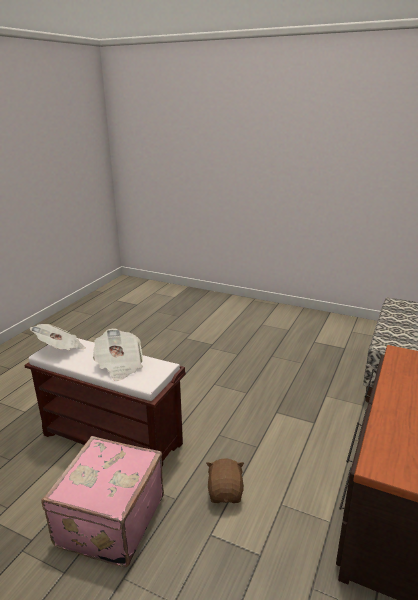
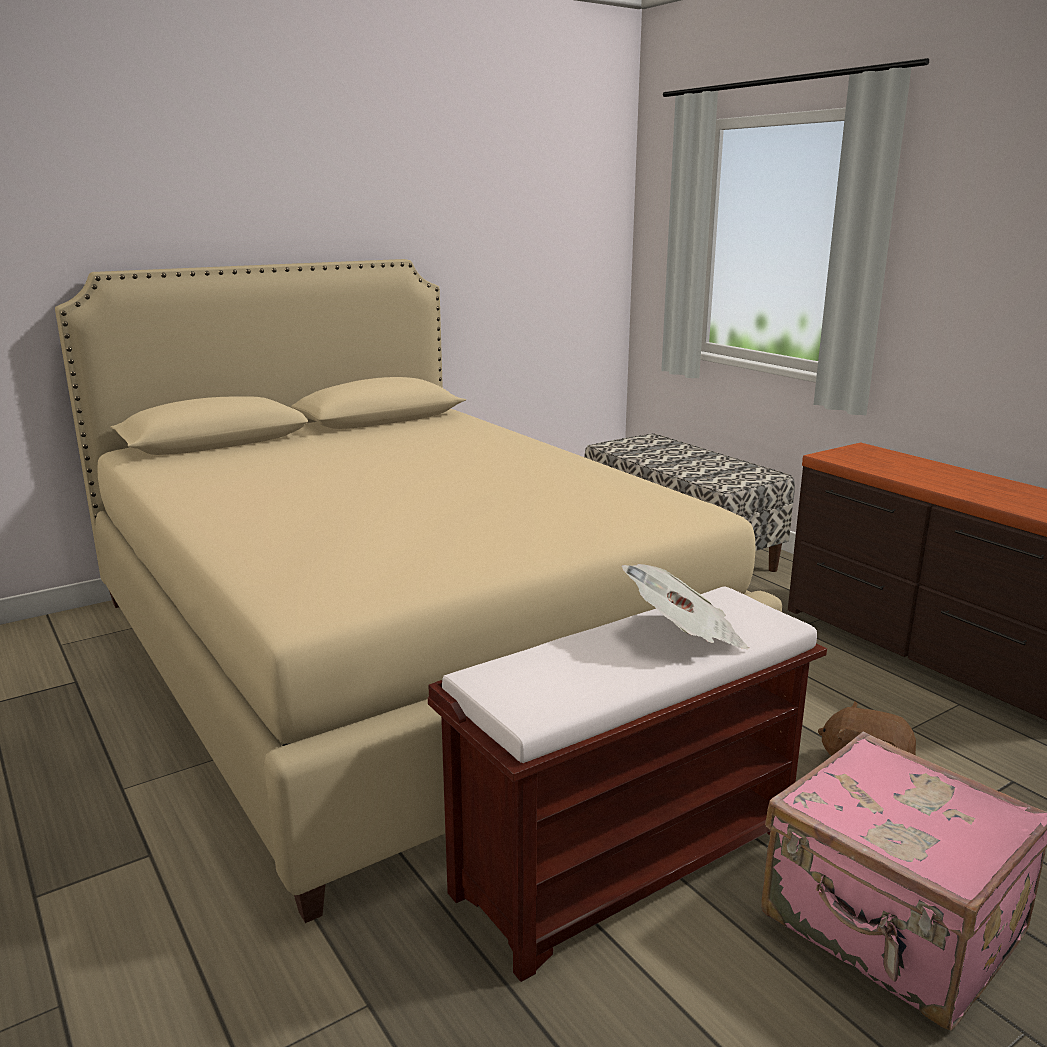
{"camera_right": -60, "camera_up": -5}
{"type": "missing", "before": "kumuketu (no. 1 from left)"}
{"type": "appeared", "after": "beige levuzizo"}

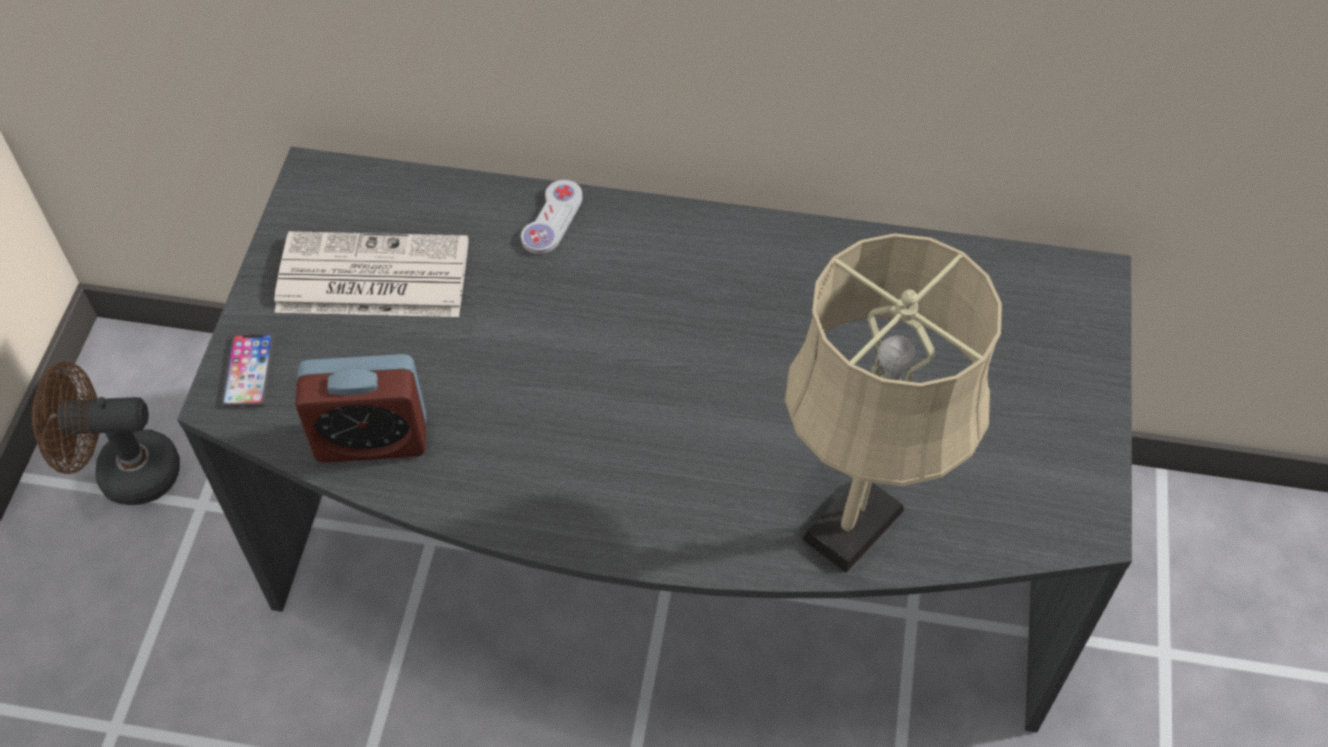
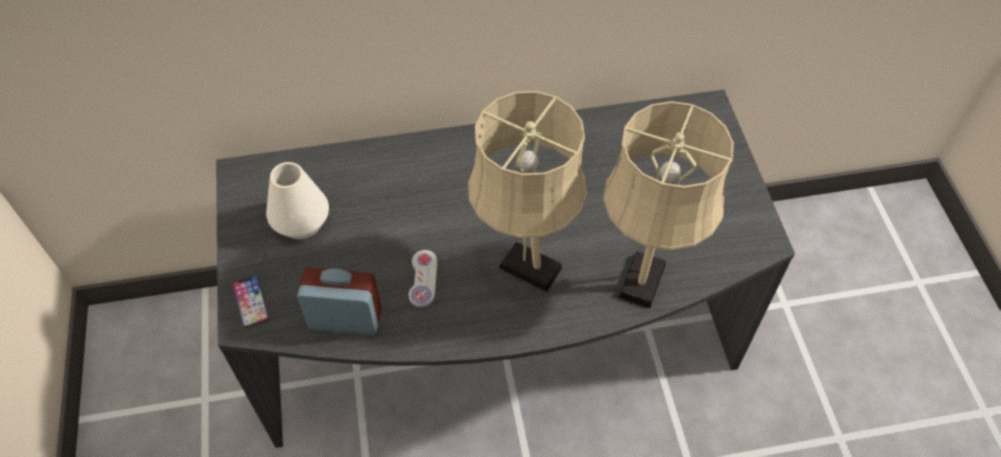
{"camera_right": -20, "camera_up": 0}
{"type": "missing", "before": "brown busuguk"}
{"type": "appeared", "after": "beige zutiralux (no. 1 from left)"}
{"type": "relocated", "before": "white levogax"}
{"type": "exchanged", "before": "kumuketu", "after": "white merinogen"}
{"type": "spun", "before": "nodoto", "turn": -150}

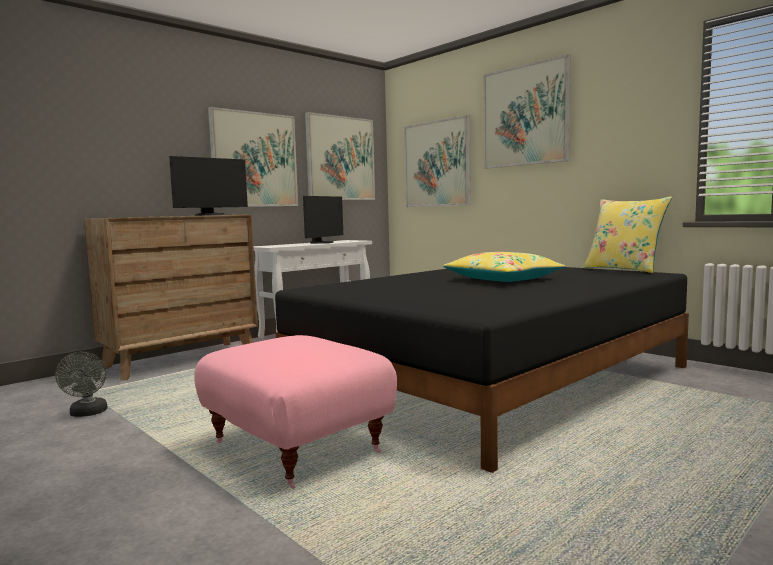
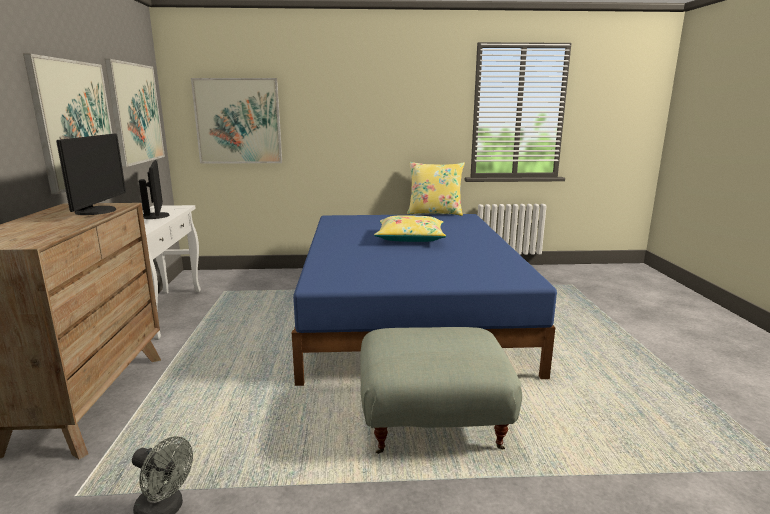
{"camera_right": -50, "camera_up": 10}
{"type": "missing", "before": "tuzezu (no. 4 from left)"}
{"type": "colour", "before": "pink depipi", "after": "grey depipi"}
{"type": "colour", "before": "black levuzizo", "after": "blue levuzizo"}

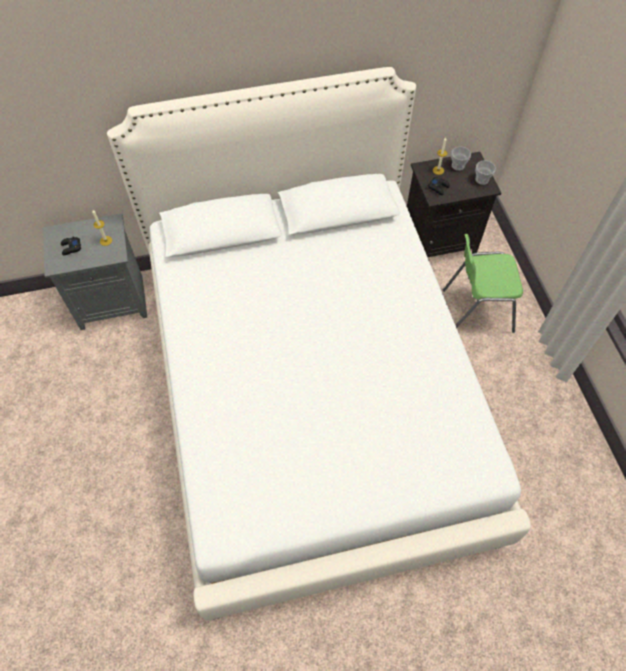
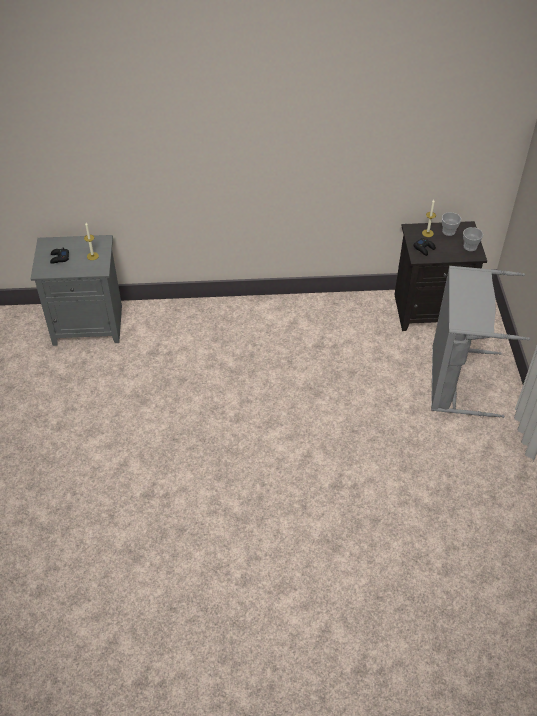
{"camera_right": 10, "camera_up": -10}
{"type": "missing", "before": "white levuzizo"}
{"type": "exchanged", "before": "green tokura", "after": "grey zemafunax"}

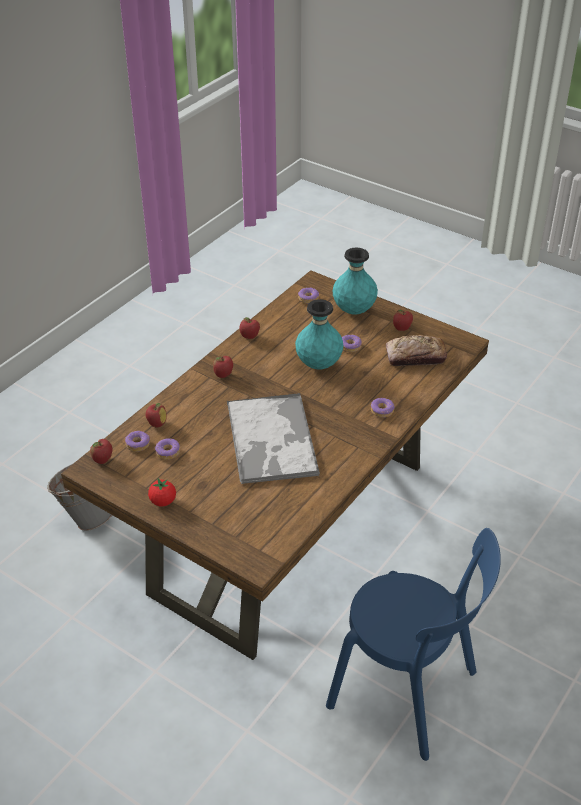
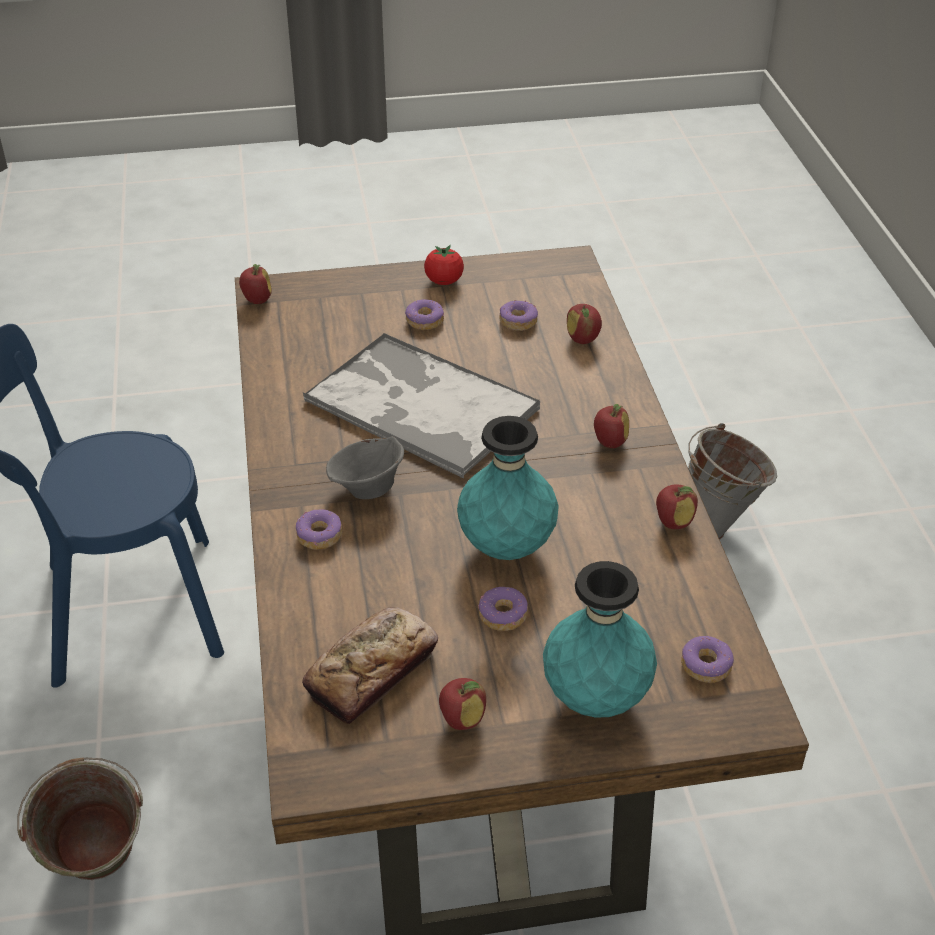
{"camera_right": 135, "camera_up": 0}
{"type": "appeared", "after": "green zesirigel"}
{"type": "appeared", "after": "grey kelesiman"}
{"type": "relocated", "before": "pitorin (no. 1 from left)"}
{"type": "relocated", "before": "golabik (no. 1 from left in the first image)", "after": "golabik (no. 2 from left)"}

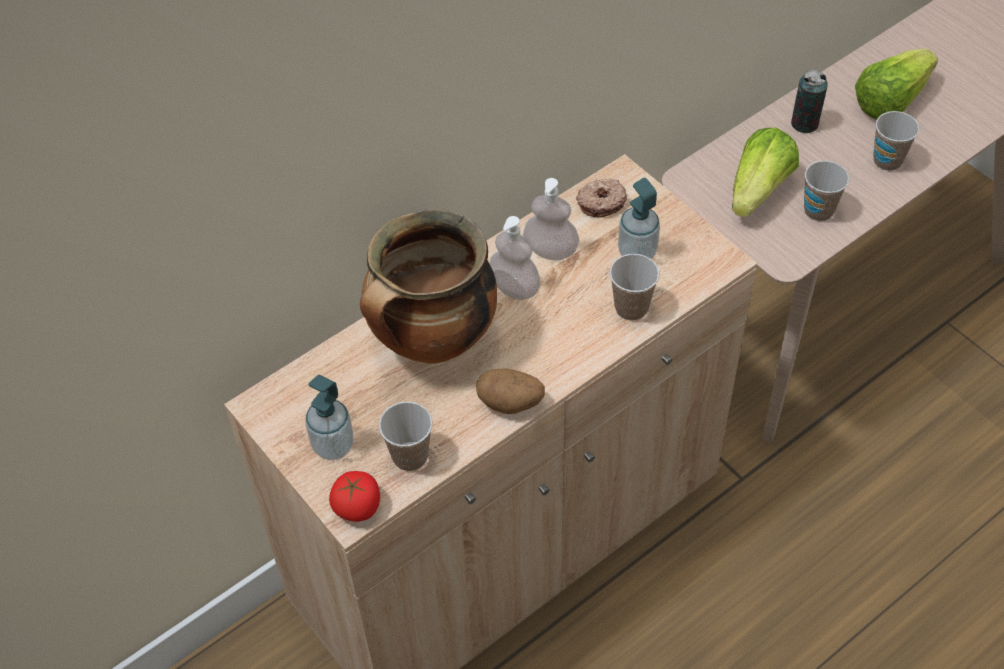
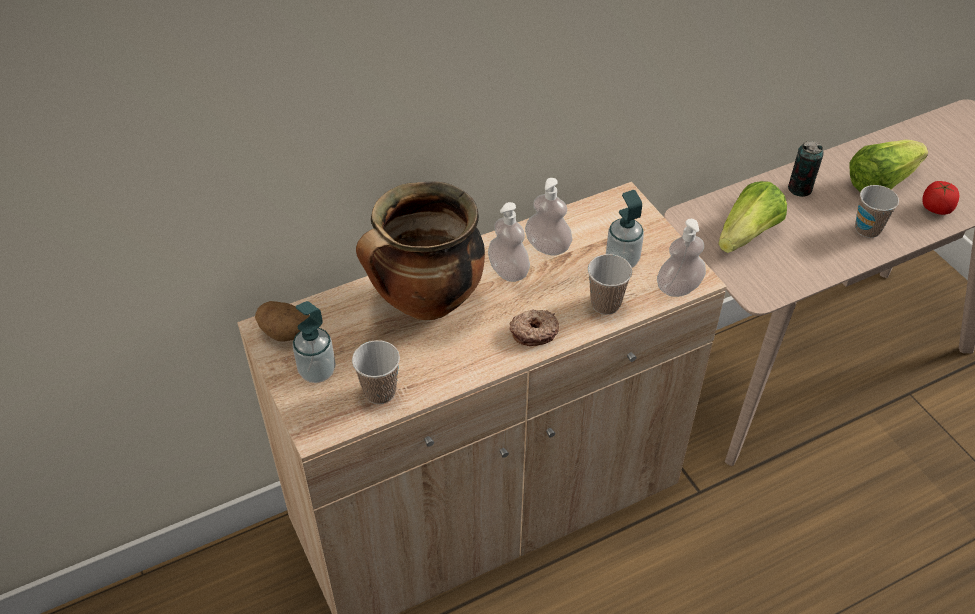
{"camera_right": 10, "camera_up": -5}
{"type": "missing", "before": "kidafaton (no. 3 from left)"}
{"type": "appeared", "after": "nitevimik (no. 5 from left)"}
{"type": "relocated", "before": "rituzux"}
{"type": "relocated", "before": "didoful"}
{"type": "relocated", "before": "golabik"}

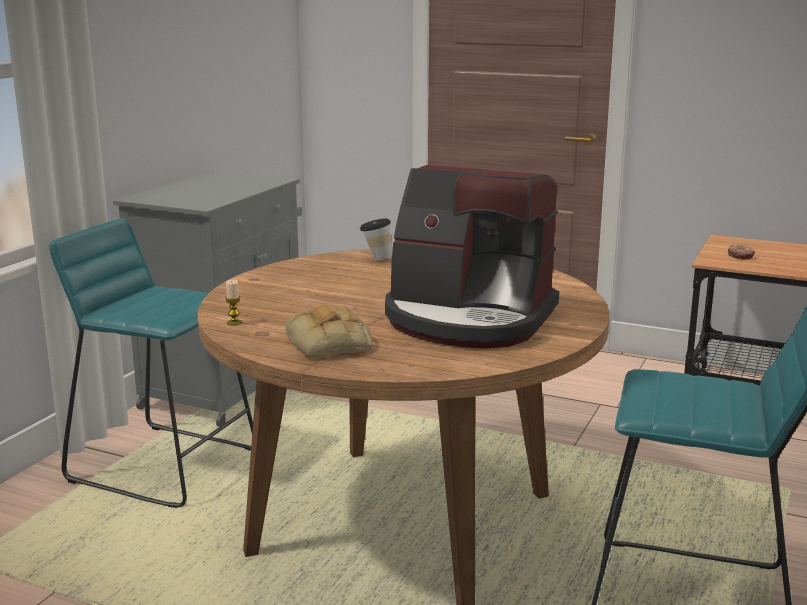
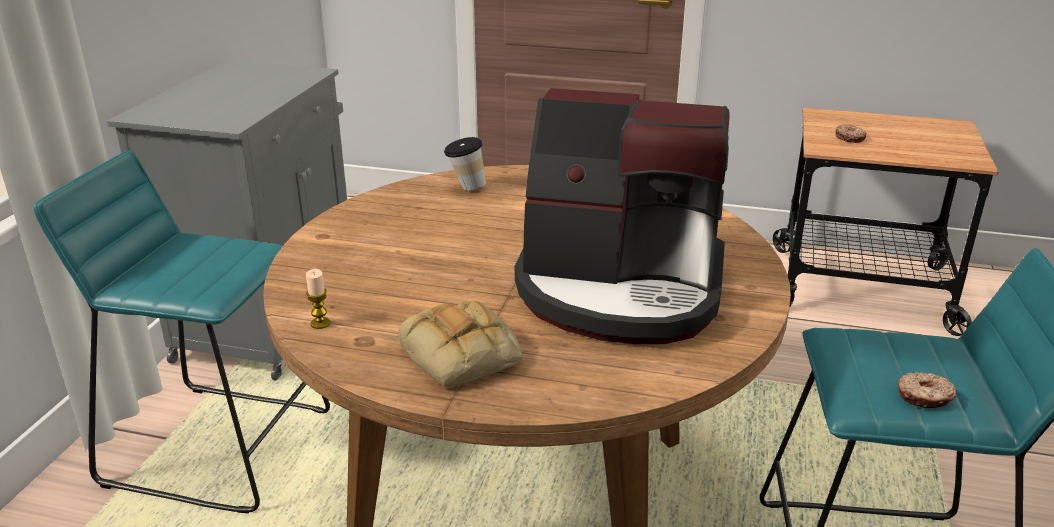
{"camera_right": -10, "camera_up": 10}
{"type": "appeared", "after": "golabik (no. 2 from left)"}

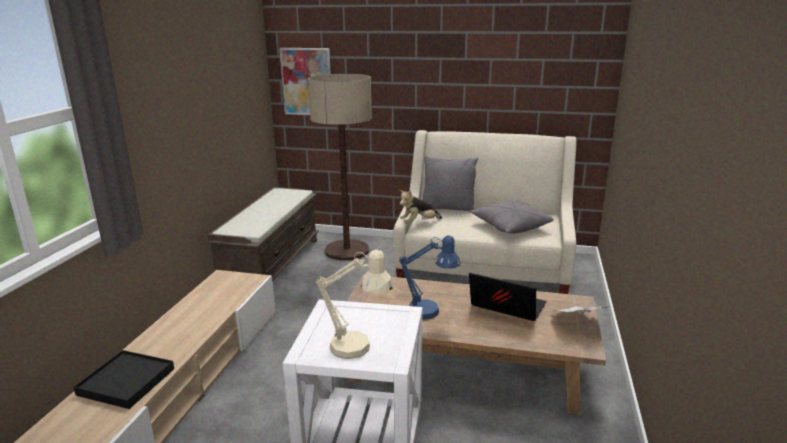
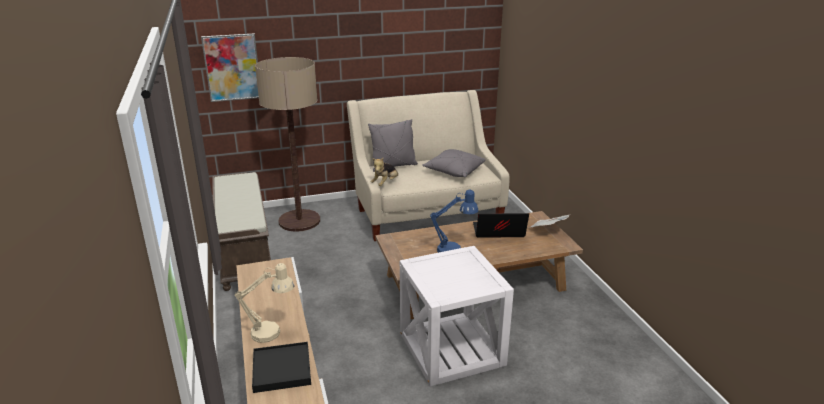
{"camera_right": -30, "camera_up": 5}
{"type": "relocated", "before": "beige zutiralux"}

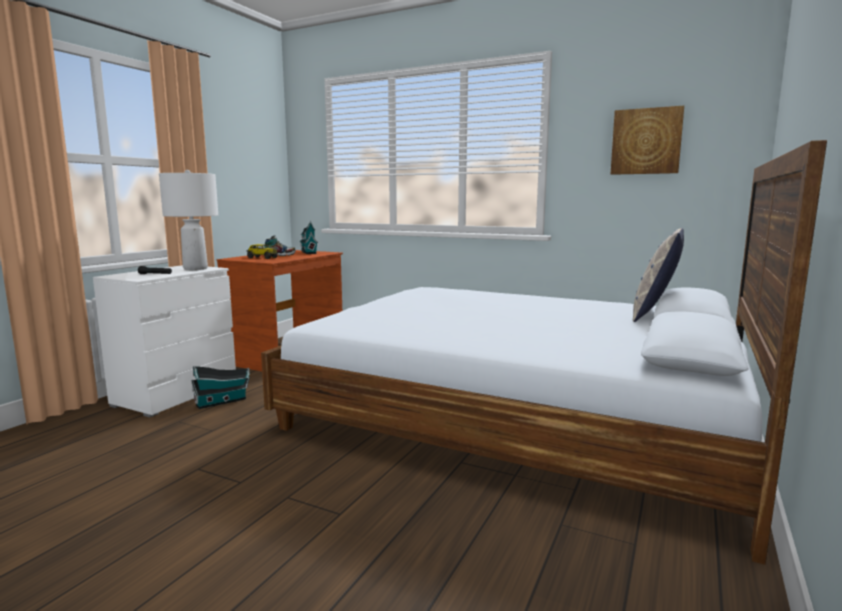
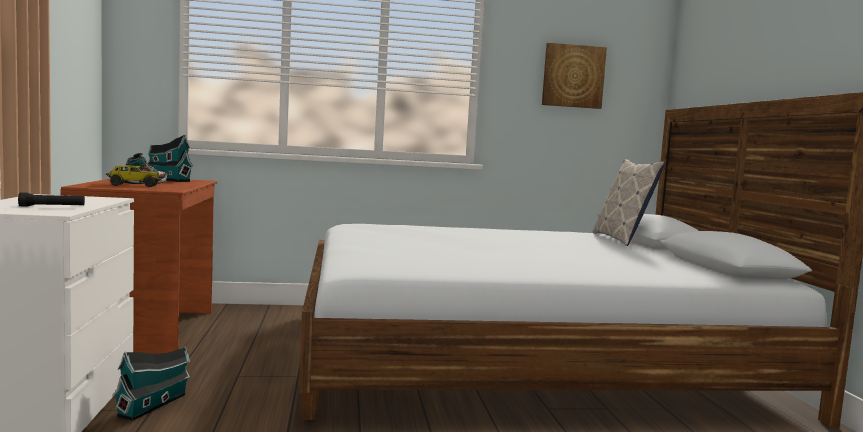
{"camera_right": -35, "camera_up": -5}
{"type": "missing", "before": "white zutiralux"}

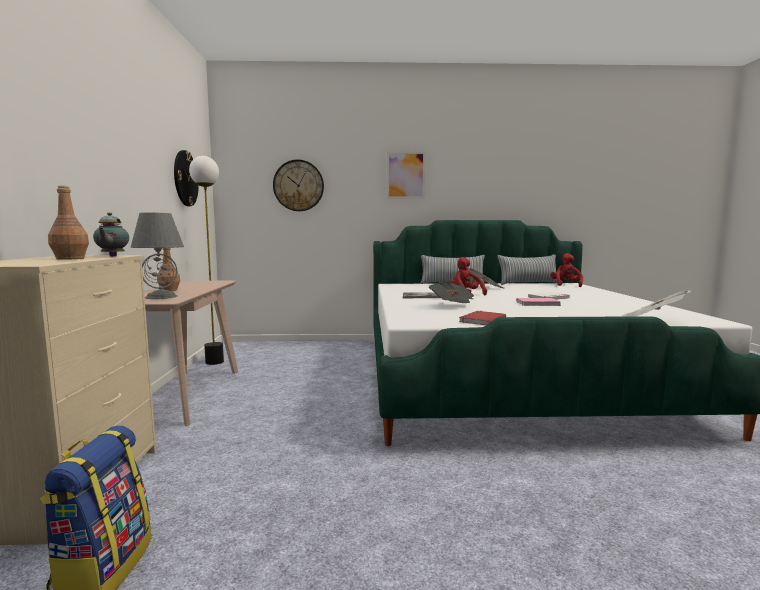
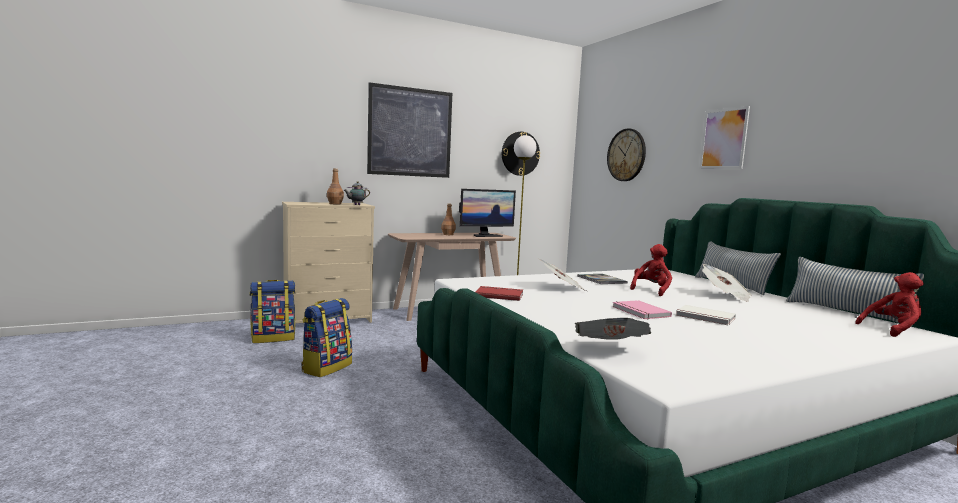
{"camera_right": 65, "camera_up": 0}
{"type": "missing", "before": "grey zutiralux"}
{"type": "appeared", "after": "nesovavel (no. 2 from left)"}
{"type": "appeared", "after": "tuzezu (no. 1 from left)"}
{"type": "appeared", "after": "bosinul"}

